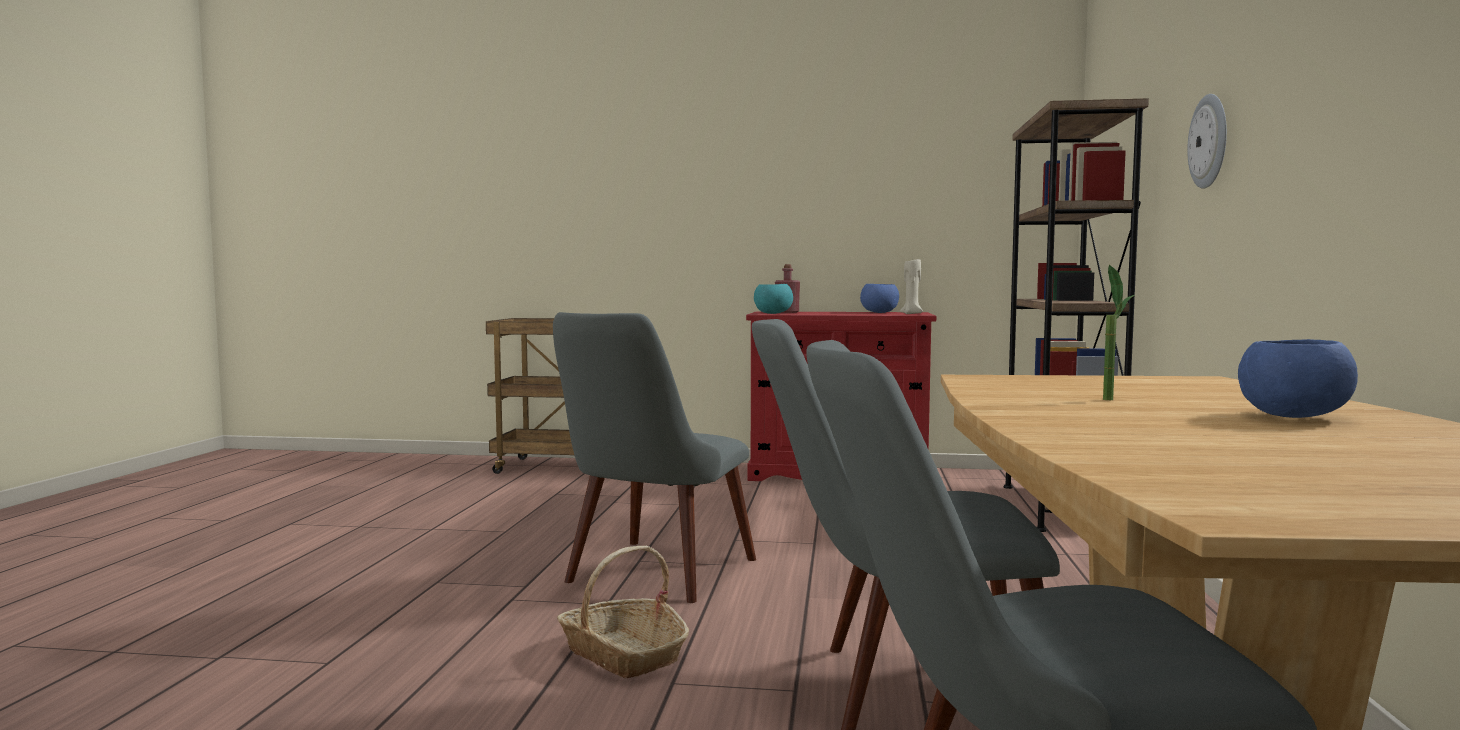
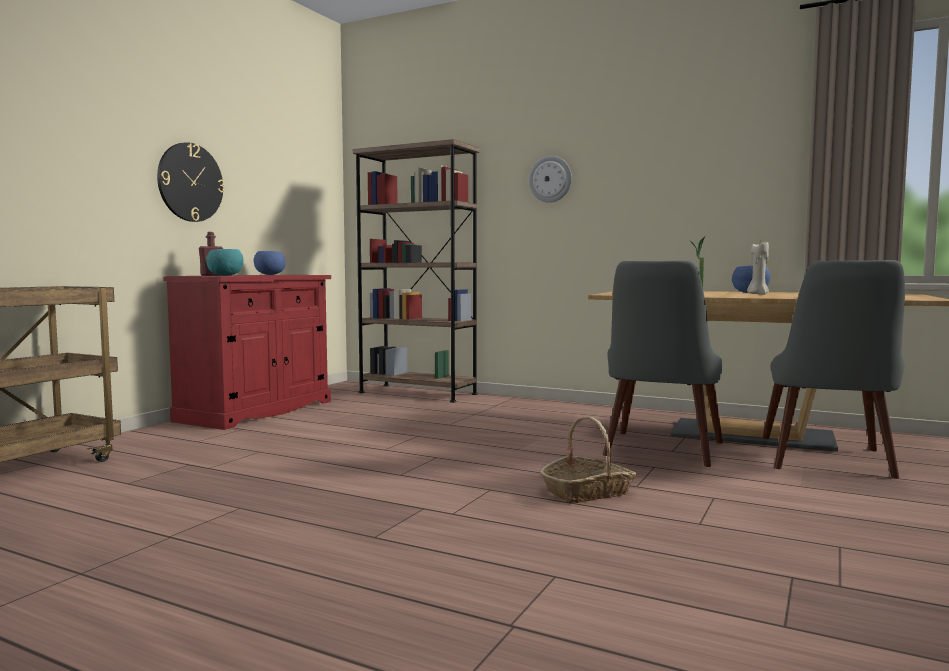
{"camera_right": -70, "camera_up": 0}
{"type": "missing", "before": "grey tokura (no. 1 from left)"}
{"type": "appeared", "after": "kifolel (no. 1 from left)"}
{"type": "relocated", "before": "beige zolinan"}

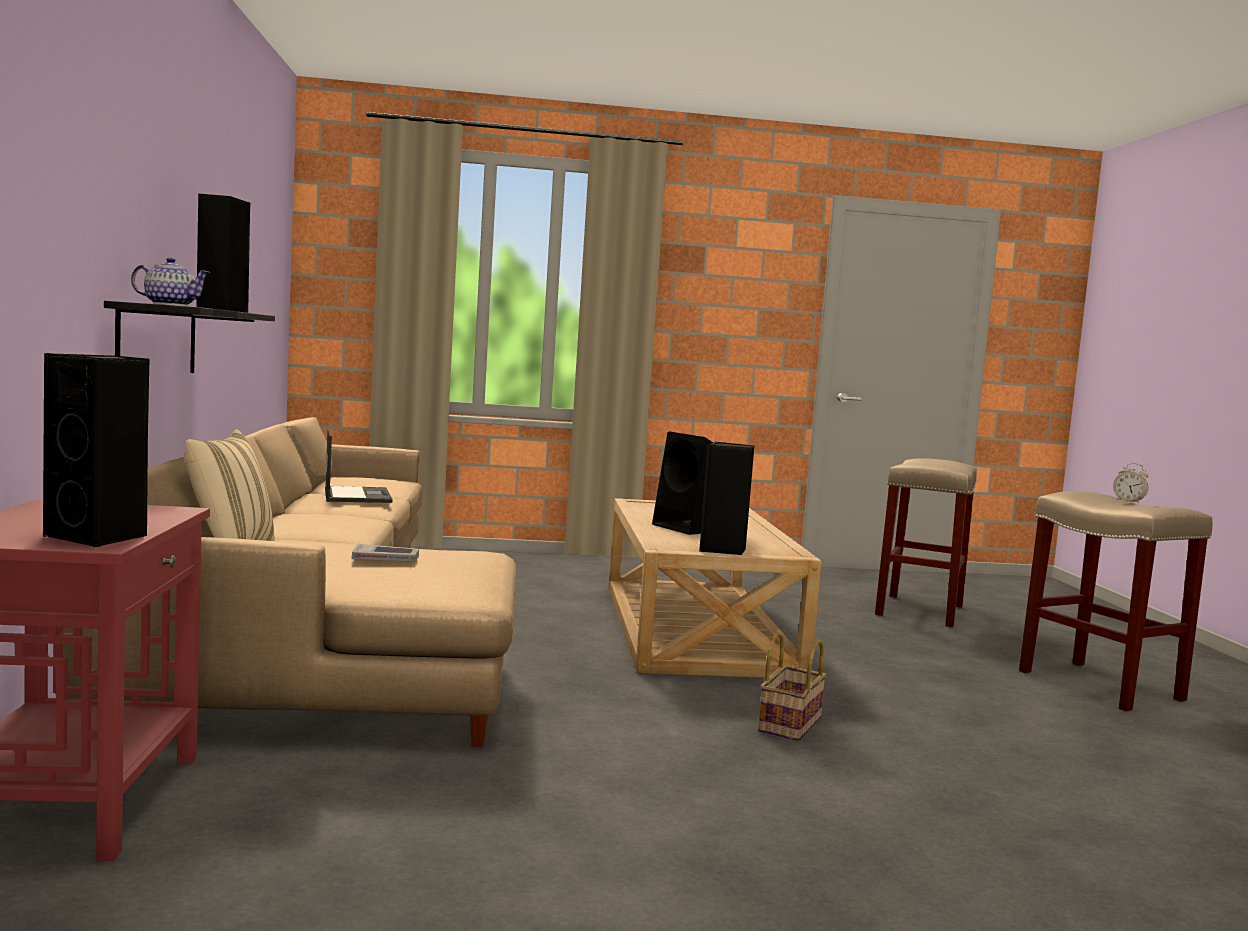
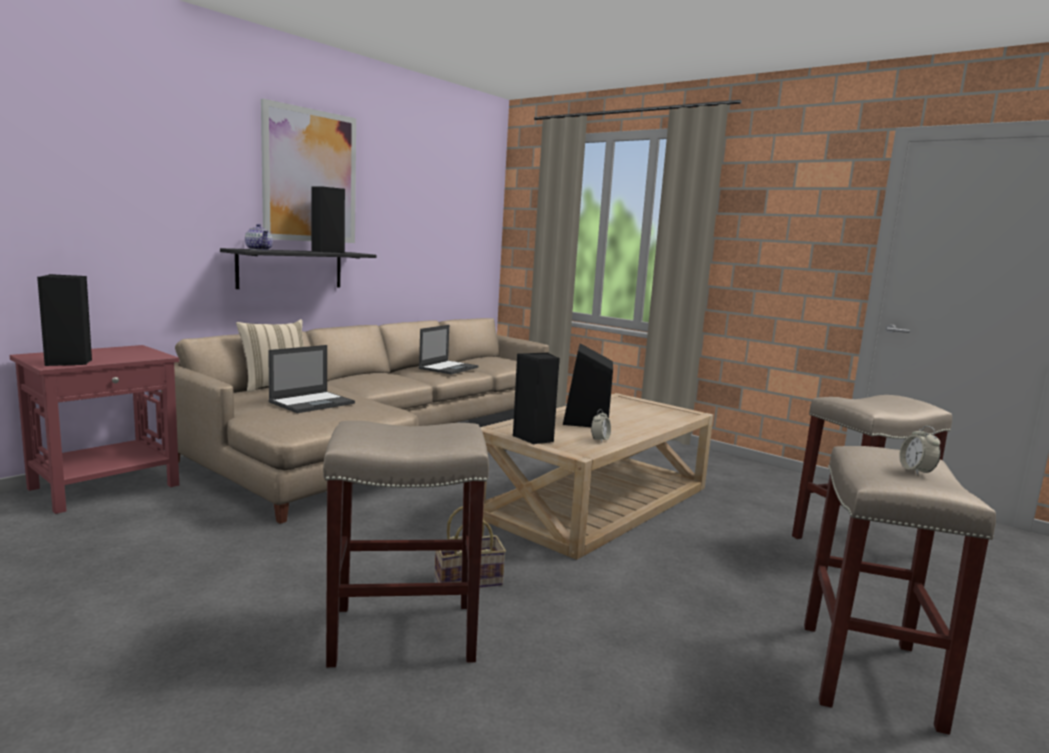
{"camera_right": 45, "camera_up": 5}
{"type": "appeared", "after": "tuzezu"}
{"type": "appeared", "after": "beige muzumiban (no. 1 from left)"}
{"type": "appeared", "after": "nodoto (no. 1 from left)"}
{"type": "exchanged", "before": "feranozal", "after": "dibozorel (no. 1 from left)"}

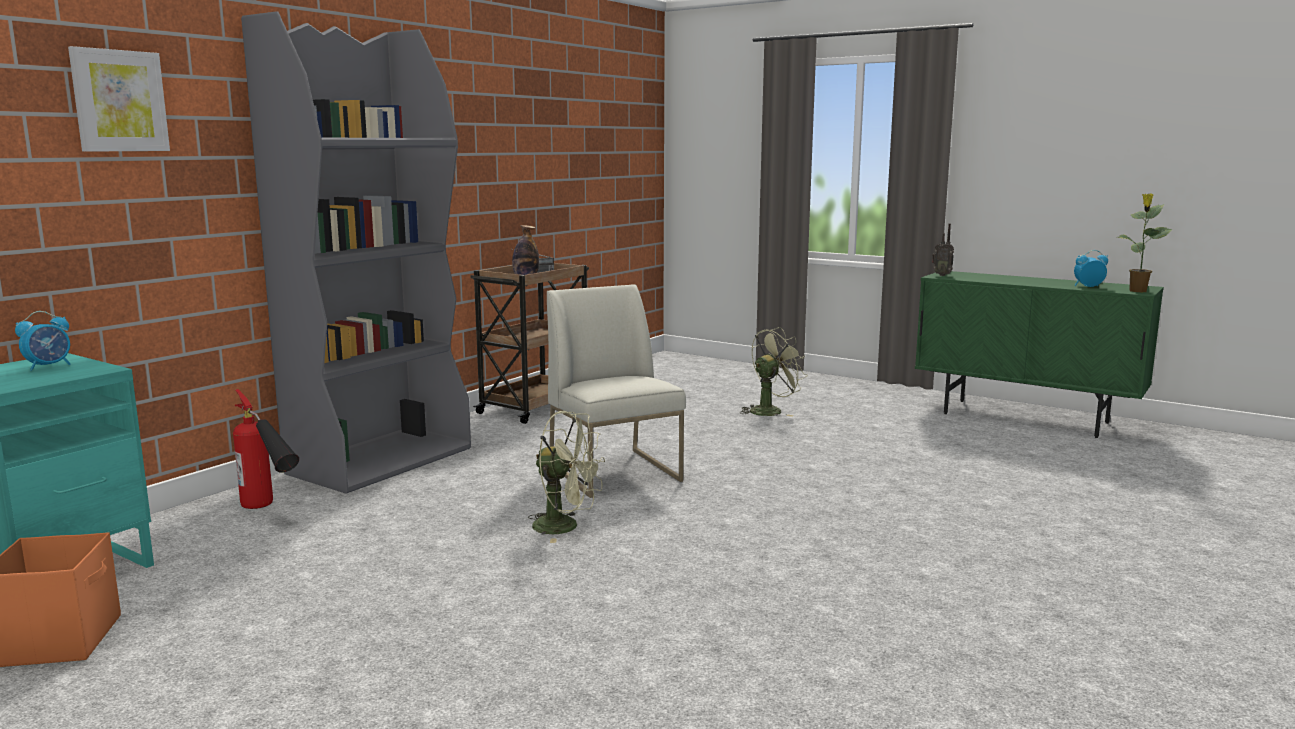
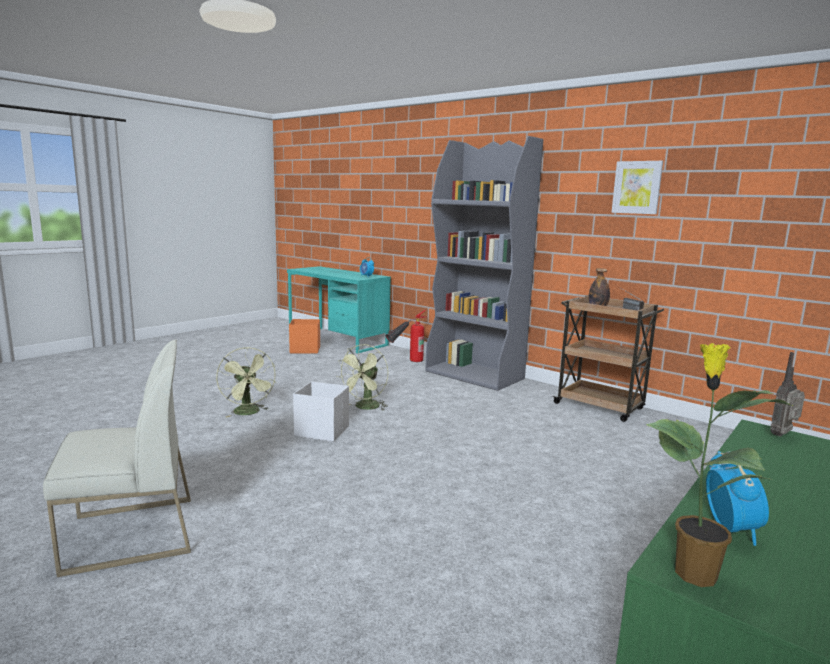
{"camera_right": 95, "camera_up": 0}
{"type": "appeared", "after": "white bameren"}
{"type": "relocated", "before": "tuzezu"}
{"type": "relocated", "before": "white tokura"}
{"type": "relocated", "before": "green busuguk (no. 2 from left in the first image)", "after": "green busuguk (no. 1 from left)"}

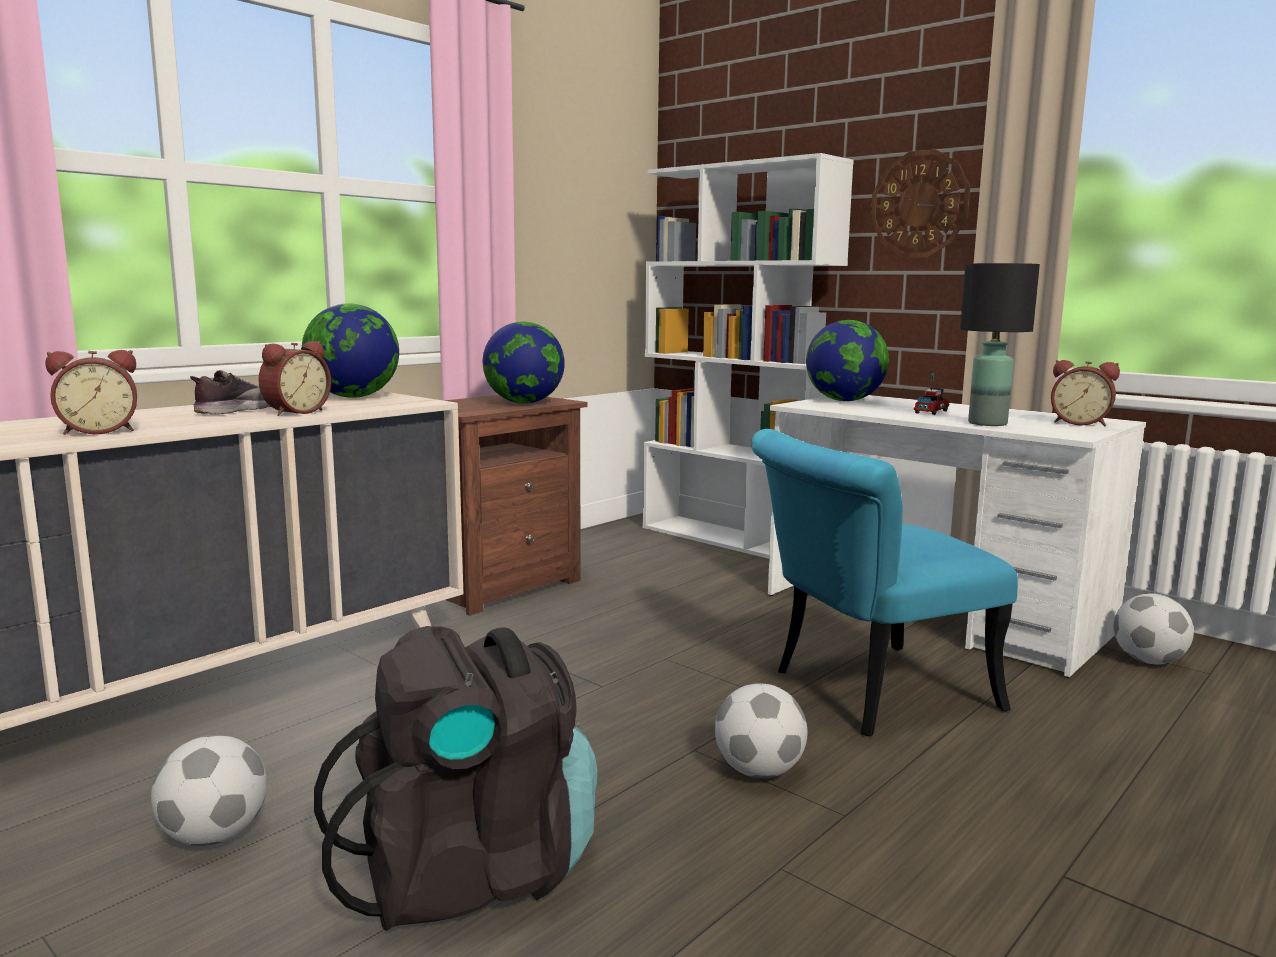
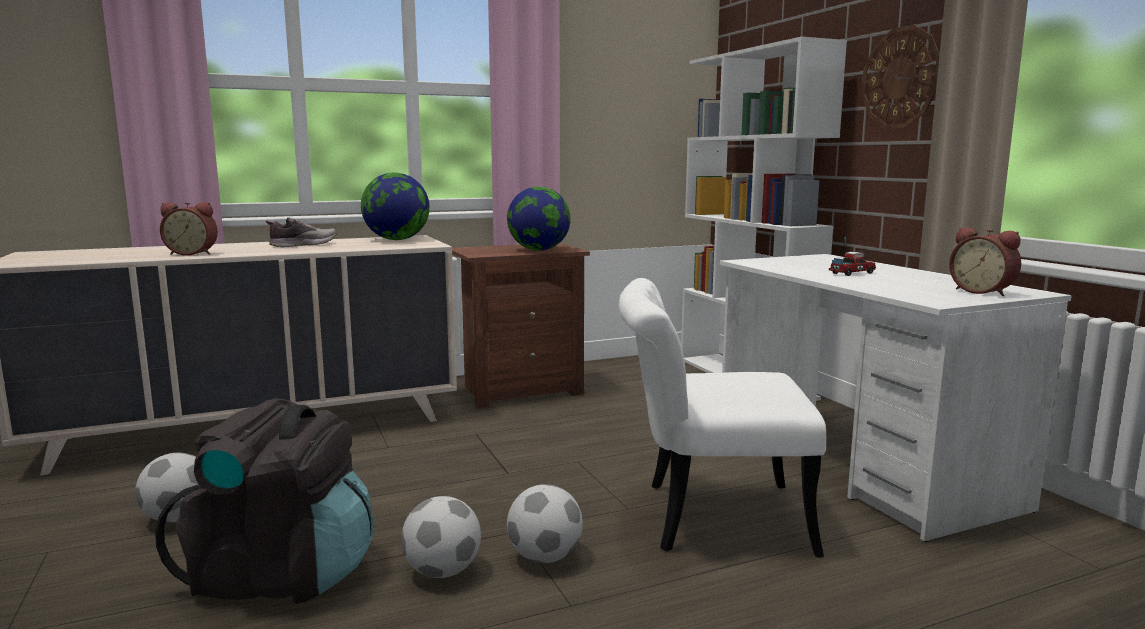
{"camera_right": 25, "camera_up": 0}
{"type": "missing", "before": "nodoto (no. 2 from left)"}
{"type": "missing", "before": "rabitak (no. 3 from left)"}
{"type": "missing", "before": "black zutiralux"}
{"type": "relocated", "before": "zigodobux (no. 3 from left in the first image)", "after": "zigodobux (no. 2 from left)"}
{"type": "colour", "before": "turquoise tokura", "after": "white tokura"}

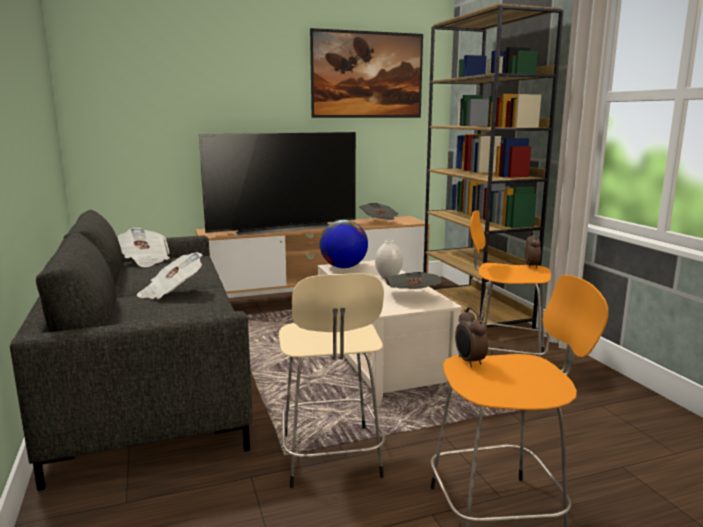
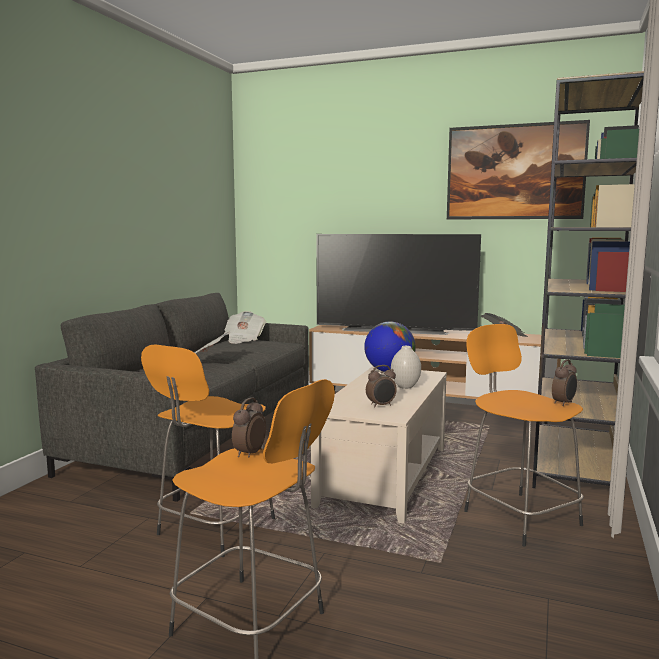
{"camera_right": 40, "camera_up": -5}
{"type": "exchanged", "before": "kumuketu (no. 4 from left)", "after": "nodoto (no. 2 from left)"}
{"type": "colour", "before": "beige muzumiban", "after": "orange muzumiban (no. 1 from left)"}

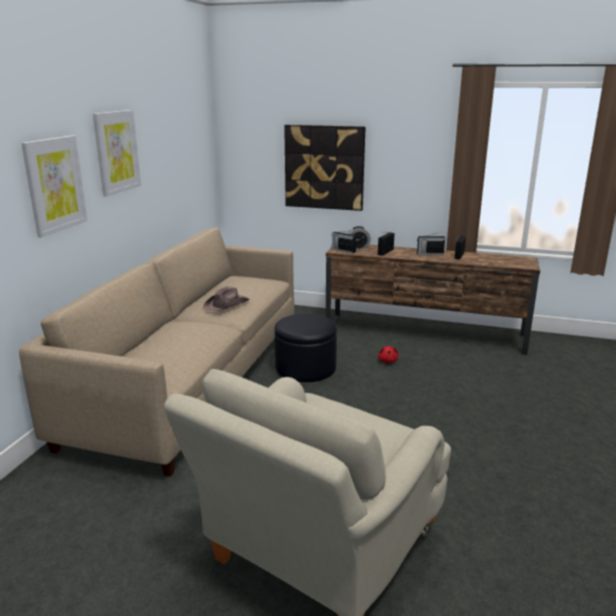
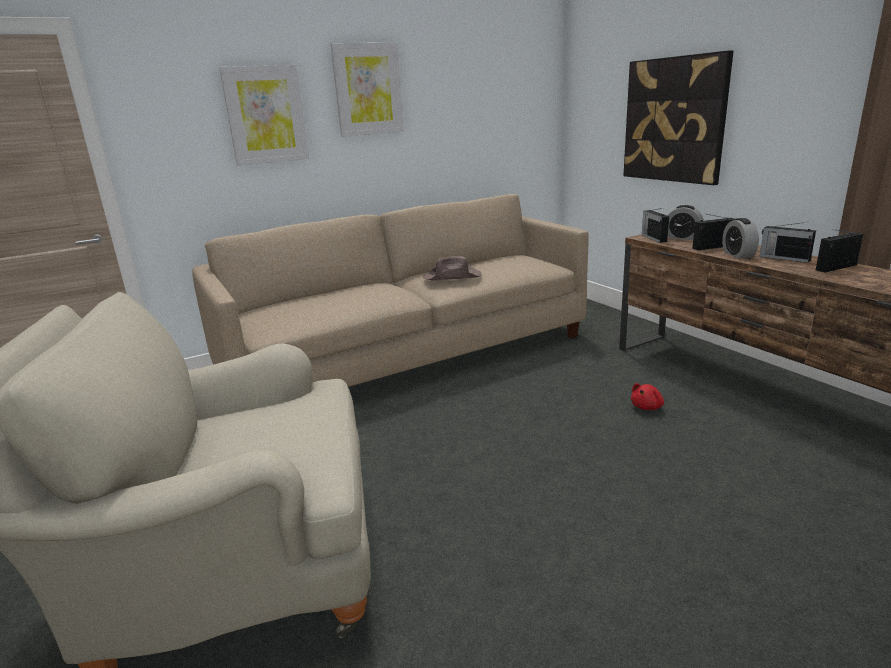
{"camera_right": 45, "camera_up": 0}
{"type": "missing", "before": "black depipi"}
{"type": "appeared", "after": "nodoto (no. 2 from left)"}

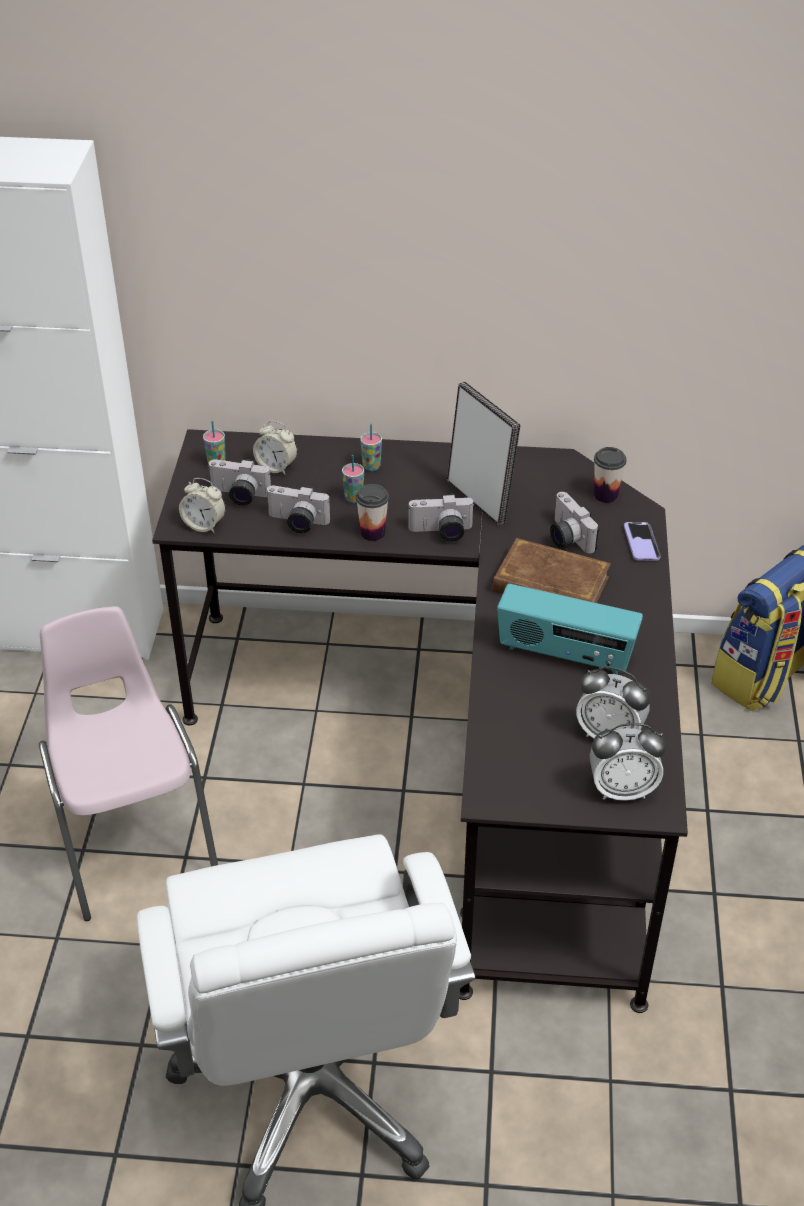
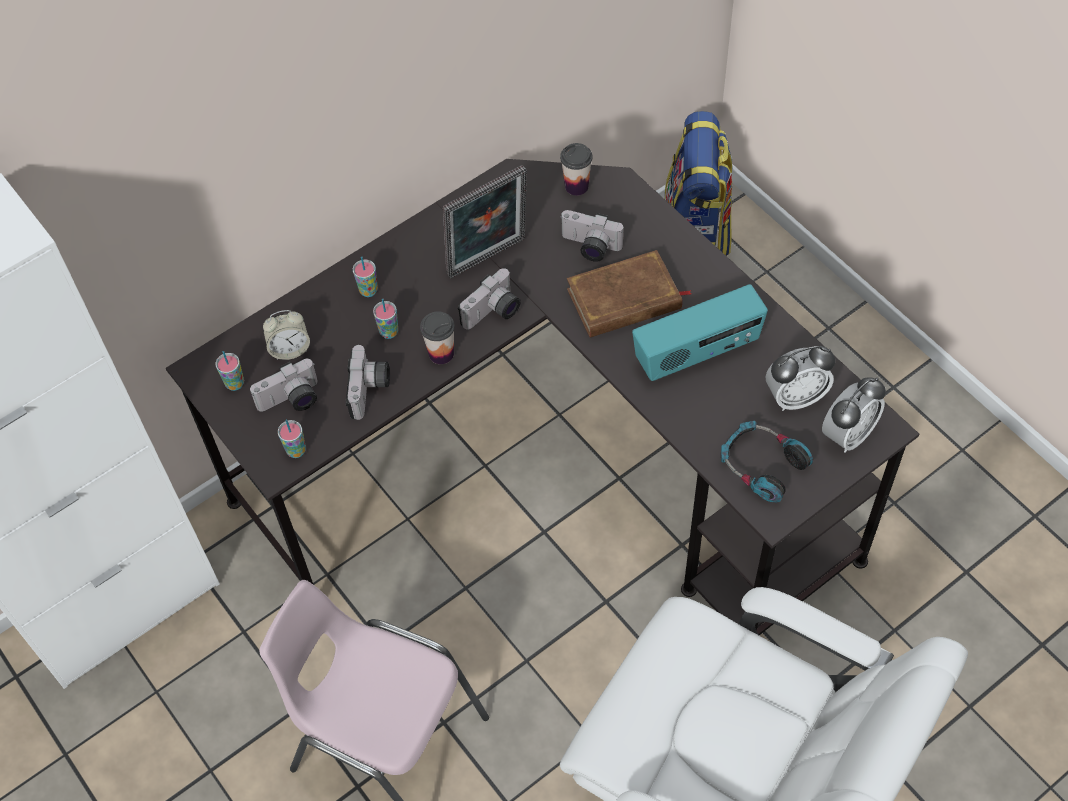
{"camera_right": -40, "camera_up": 15}
{"type": "missing", "before": "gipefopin"}
{"type": "appeared", "after": "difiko"}
{"type": "exchanged", "before": "nodoto (no. 1 from left)", "after": "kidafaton (no. 2 from left)"}
{"type": "spun", "before": "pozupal (no. 2 from left)", "turn": -60}
{"type": "spun", "before": "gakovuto", "turn": 135}

